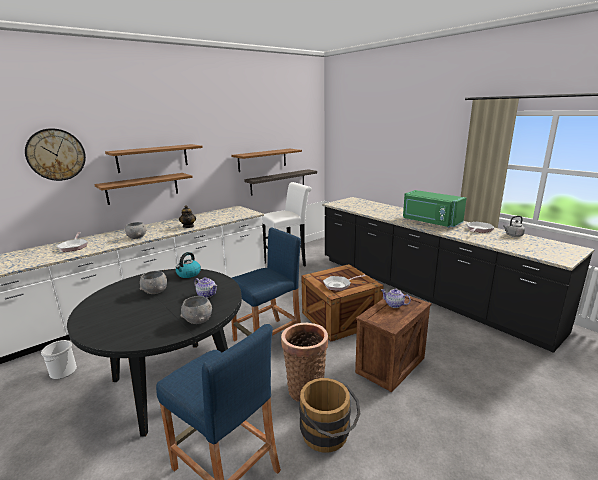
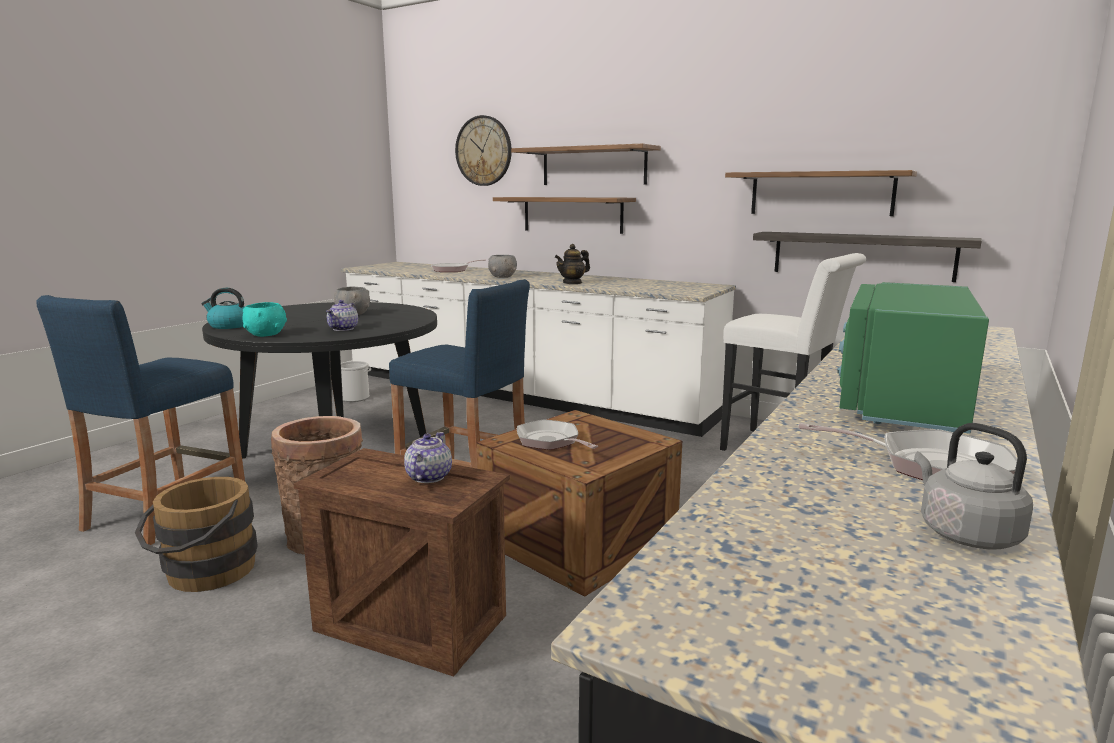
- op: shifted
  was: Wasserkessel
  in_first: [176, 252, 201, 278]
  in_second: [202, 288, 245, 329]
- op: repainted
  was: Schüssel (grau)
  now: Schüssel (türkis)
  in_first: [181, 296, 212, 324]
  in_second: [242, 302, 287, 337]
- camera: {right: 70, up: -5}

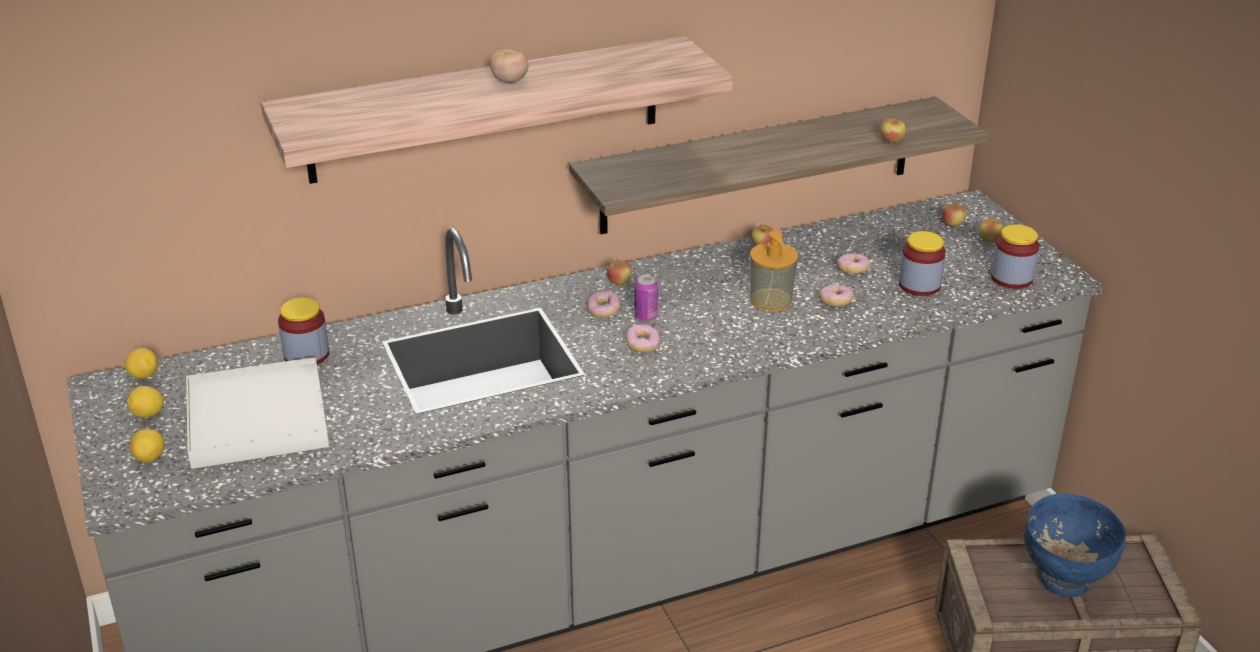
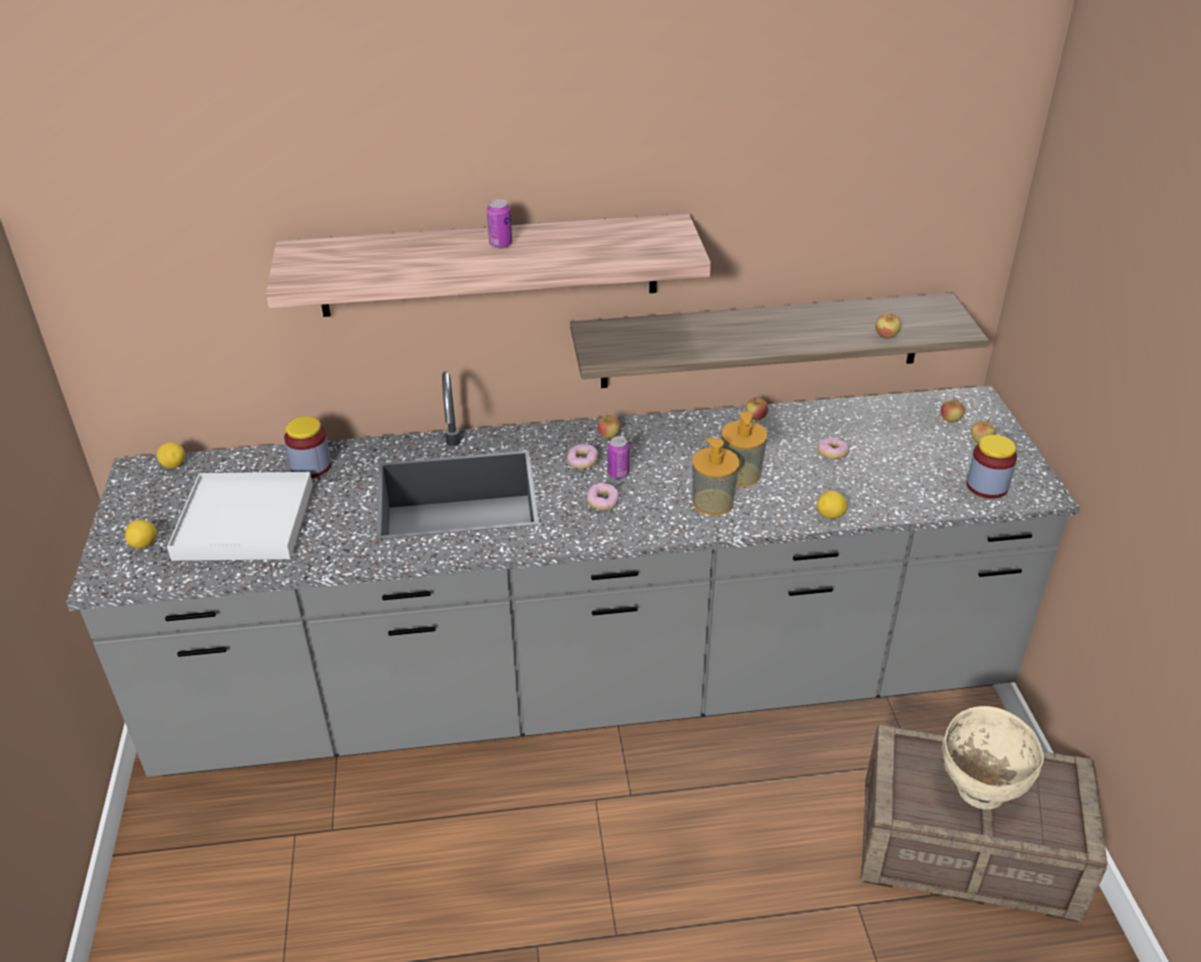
- op: gone
  was: Donut
  in_first: [819, 285, 853, 306]
- op: gone
  was: Vorratsglas
  in_first: [899, 231, 946, 296]
- op: new
  now: Seifenspender
  in_second: [692, 438, 739, 516]
- op: shifted
  was: Zitrone
  in_first: [127, 386, 164, 417]
  in_second: [817, 490, 847, 518]
- op: swapped
  was: Tomate
  now: Dose
  in_first: [490, 49, 529, 83]
  in_second: [487, 199, 512, 248]
- op: repainted
  was: Schüssel (blau)
  now: Schüssel (beige)
  in_first: [1024, 493, 1127, 597]
  in_second: [942, 706, 1044, 809]
- camera: {right: 15, up: 5}

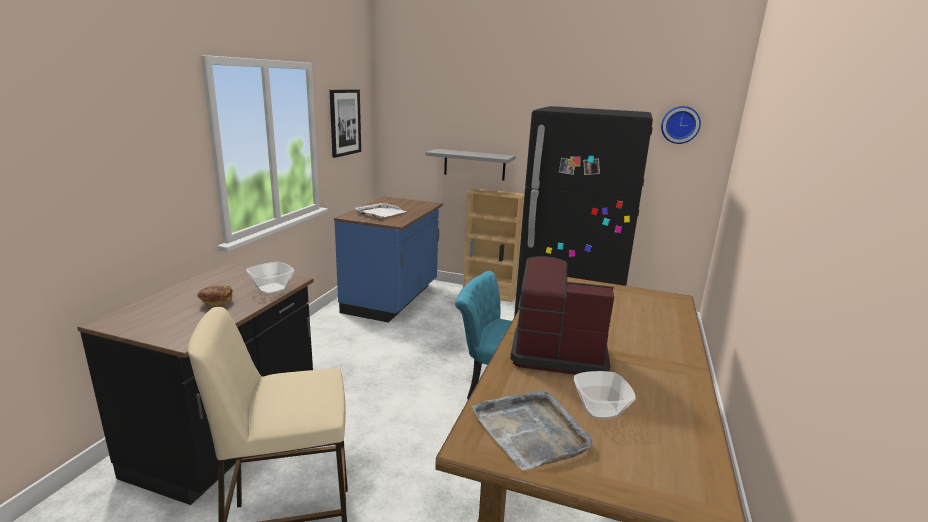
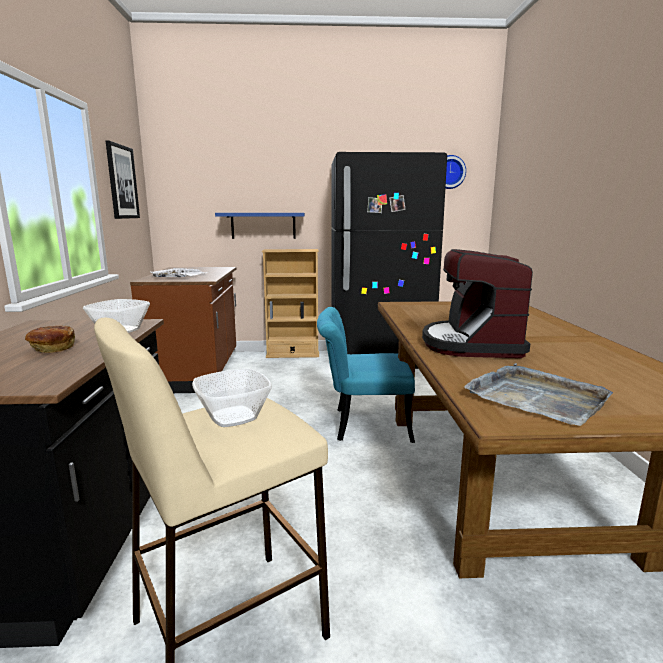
- op: shifted
  was: Schüssel
  in_first: [574, 371, 636, 419]
  in_second: [192, 369, 272, 427]
- op: repainted
  was: Küchenzeile (blau)
  now: Küchenzeile (braun)
  in_first: [334, 196, 443, 323]
  in_second: [130, 267, 237, 393]
- op: repainted
  was: Wandregal (grau)
  now: Wandregal (blau)
  in_first: [425, 149, 516, 181]
  in_second: [215, 213, 305, 239]
- op: rotated
  was: Kaffeemaschine
  in_first: [510, 256, 614, 375]
  in_second: [422, 249, 533, 358]
  clockwise: -75
- camera: {right: -20, up: -5}

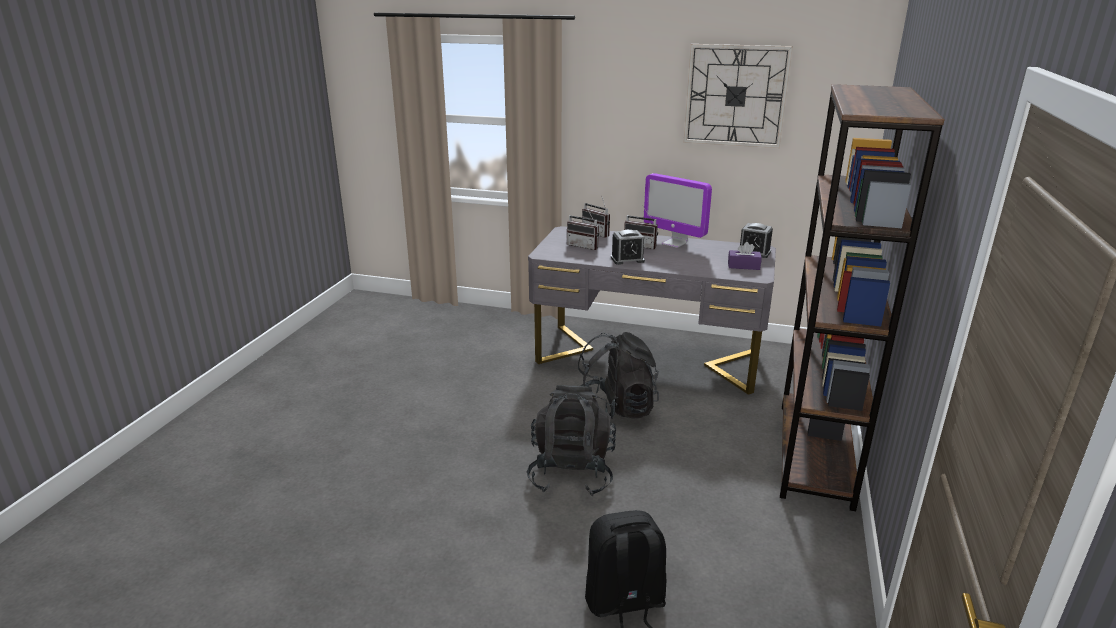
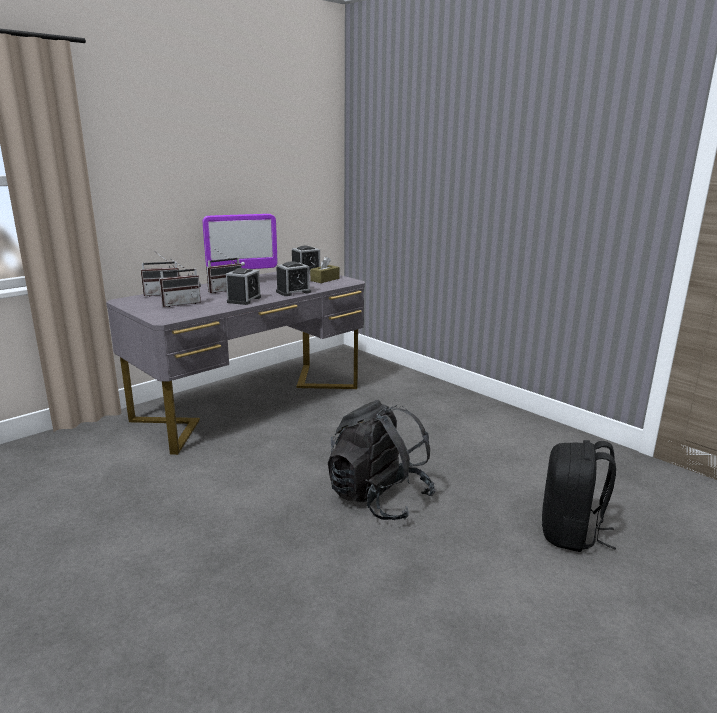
- op: gone
  was: Rucksack (schwarz)
  in_first: [578, 332, 659, 419]
- op: gone
  was: Wanduhr
  in_first: [683, 44, 793, 148]
- op: gone
  was: Bücherregal (braun)
  in_first: [780, 84, 945, 511]
- op: new
  now: Wecker
  in_second: [276, 261, 311, 296]
- op: repainted
  was: Taschentuchbox (lila)
  now: Taschentuchbox (braun)
  in_first: [728, 242, 762, 270]
  in_second: [310, 257, 339, 283]
- camera: {right: -60, up: -5}

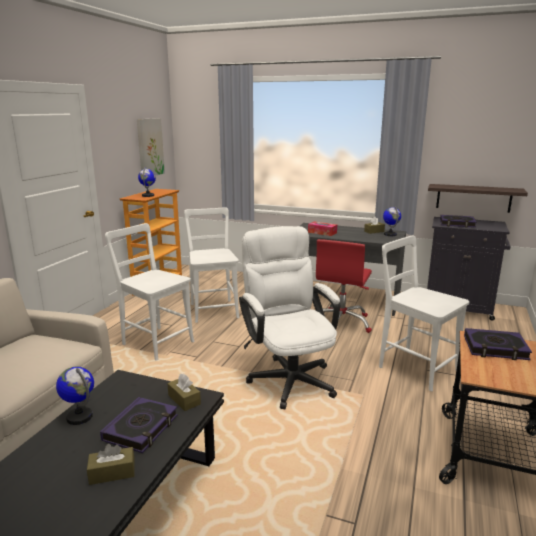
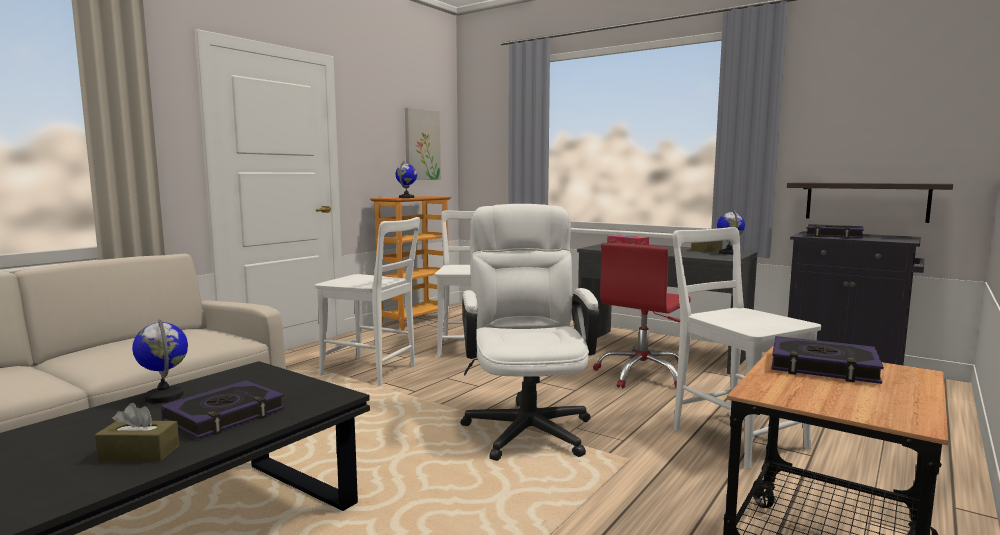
- op: gone
  was: Taschentuchbox (braun)
  in_first: [167, 374, 201, 411]
- op: rotated
  was: Stuhl (weiß)
  in_first: [105, 223, 194, 361]
  in_second: [315, 217, 420, 386]
  clockwise: 150
- camera: {right: 15, up: -10}

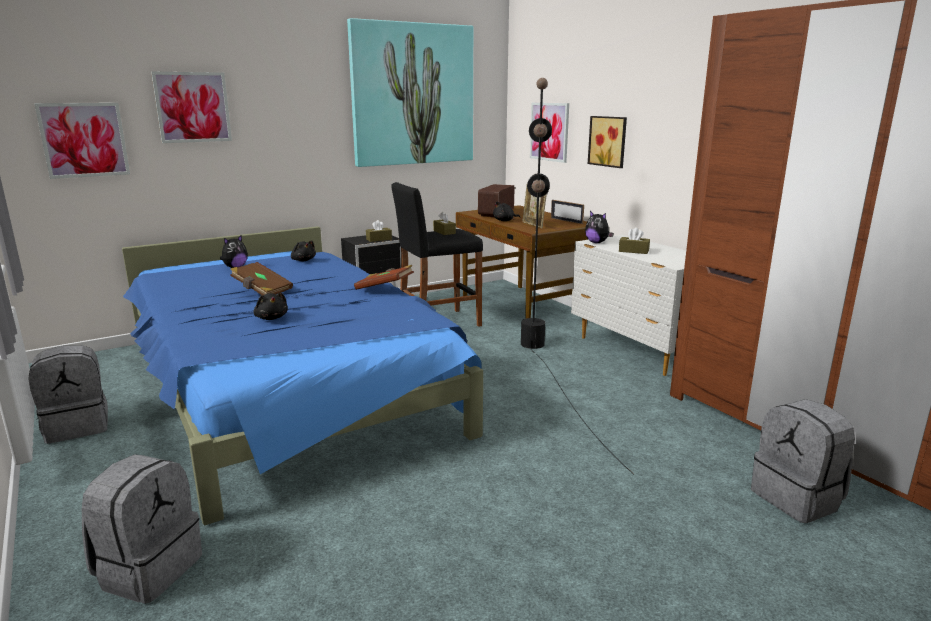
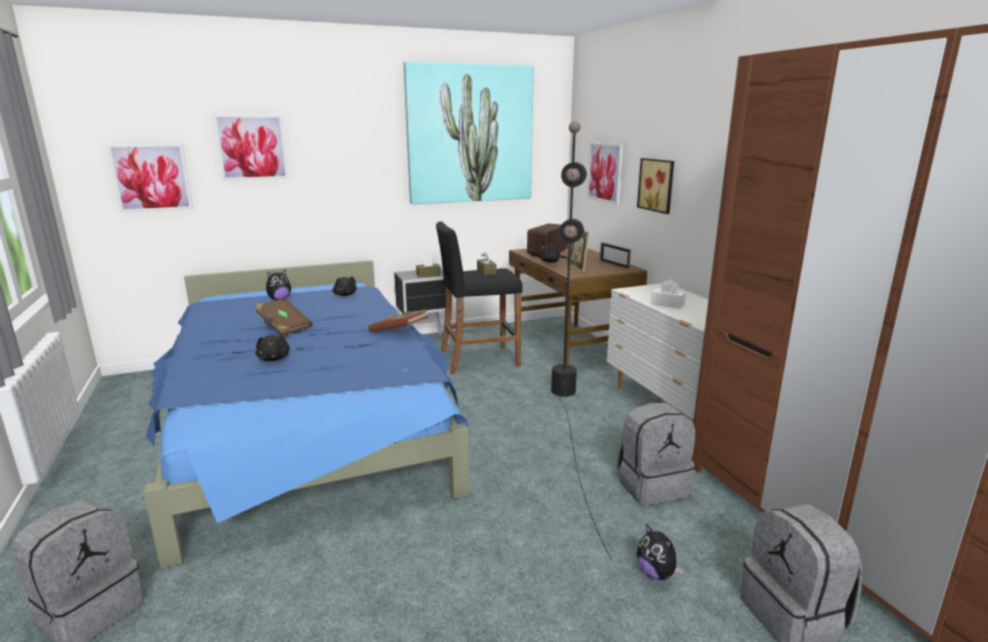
- op: shifted
  was: Rucksack (grau)
  in_first: [28, 345, 108, 444]
  in_second: [617, 403, 695, 506]
- op: shifted
  was: Plüschtier
  in_first: [585, 211, 613, 243]
  in_second: [637, 523, 684, 580]
- op: repainted
  was: Taschentuchbox (braun)
  now: Taschentuchbox (weiß)
  in_first: [619, 228, 650, 254]
  in_second: [651, 279, 686, 308]
- camera: {right: 10, up: 0}

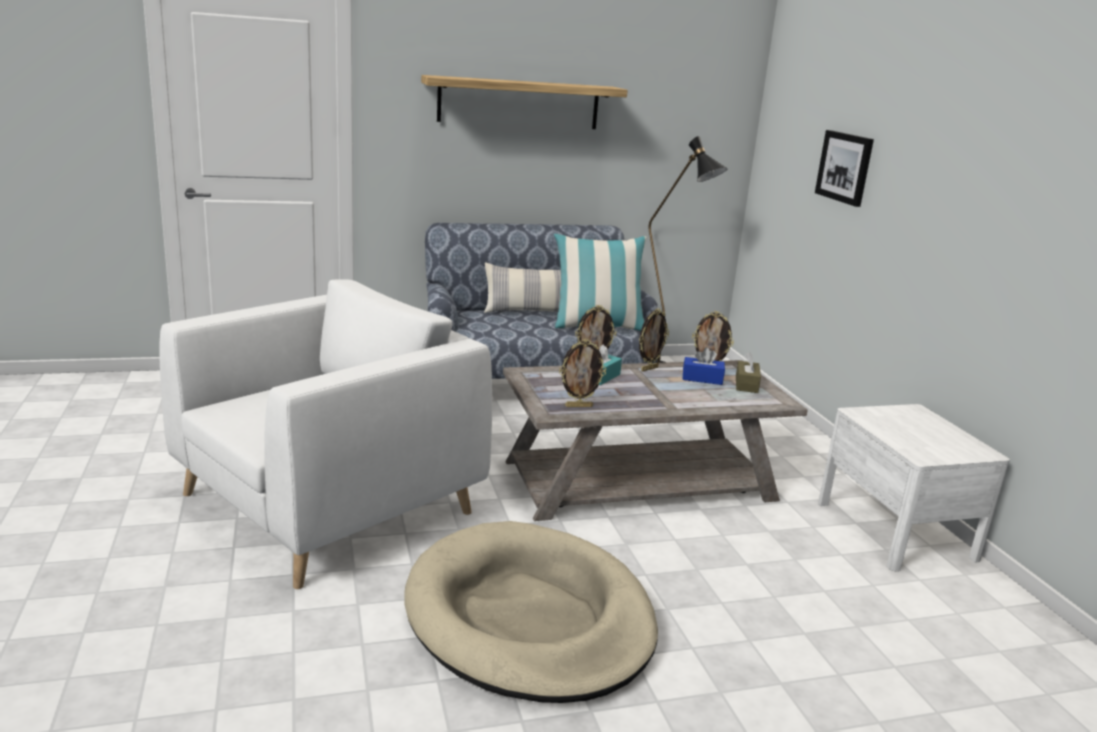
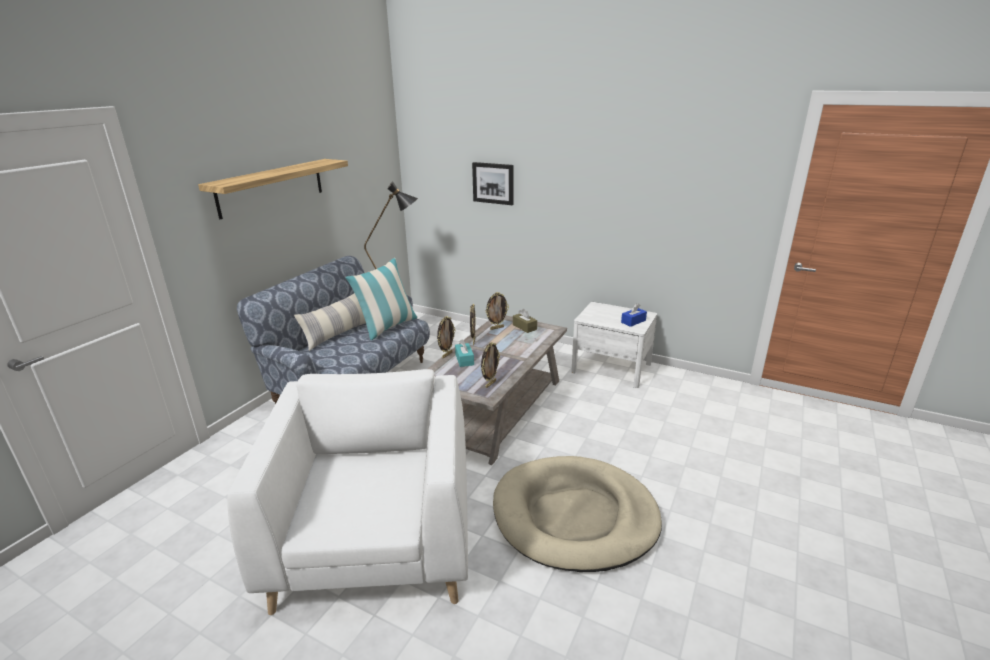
- op: shifted
  was: Taschentuchbox (blau)
  in_first: [682, 347, 725, 385]
  in_second: [621, 303, 647, 327]
- camera: {right: -45, up: 5}

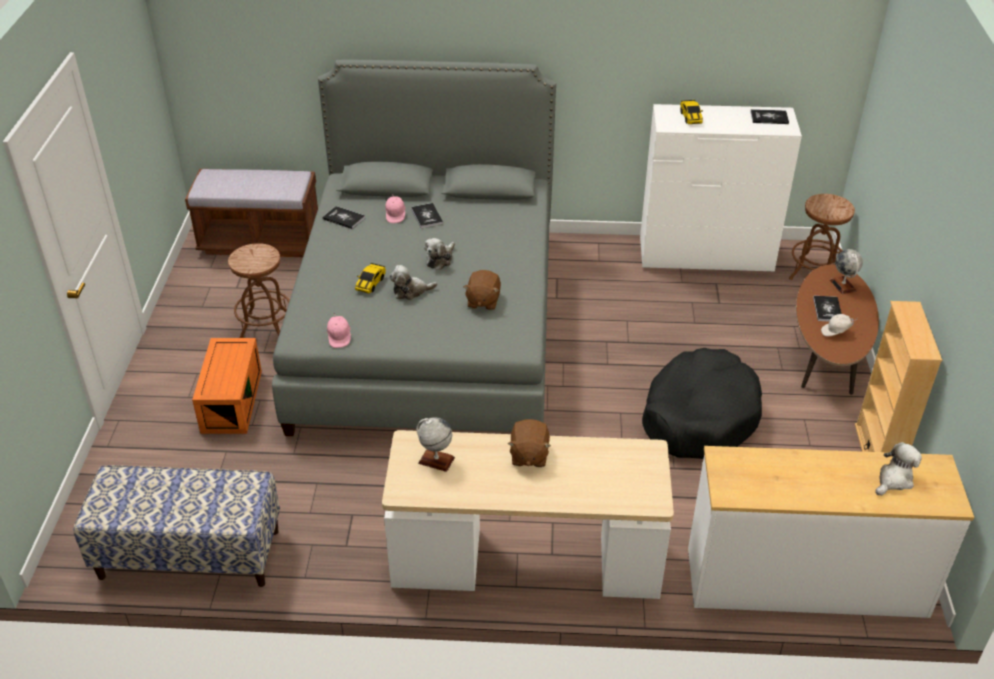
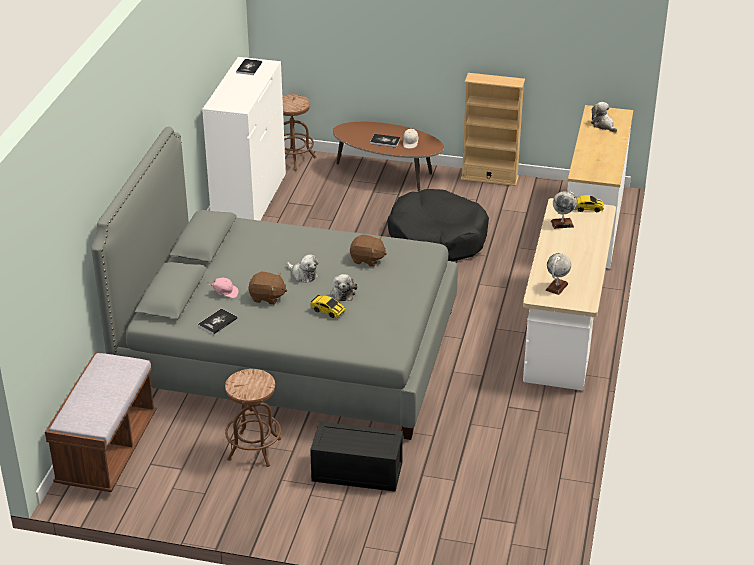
- op: gone
  was: Bank
  in_first: [73, 465, 280, 587]
- op: gone
  was: Kappe (rosa)
  in_first: [327, 312, 351, 348]
- op: gone
  was: Buch
  in_first: [411, 203, 443, 228]
- op: shifted
  was: Plüschtier (braun)
  in_first: [508, 419, 551, 467]
  in_second: [248, 272, 287, 305]
- op: shifted
  was: Spielzeugauto
  in_first: [680, 100, 703, 124]
  in_second: [574, 195, 604, 212]
- op: shifted
  was: Globus
  in_first: [830, 249, 863, 294]
  in_second: [551, 191, 578, 229]
- op: repainted
  was: Aufbewahrungsbox (orange)
  now: Aufbewahrungsbox (schwarz)
  in_first: [192, 338, 262, 434]
  in_second: [310, 422, 403, 492]
- camera: {right: -80, up: -5}

